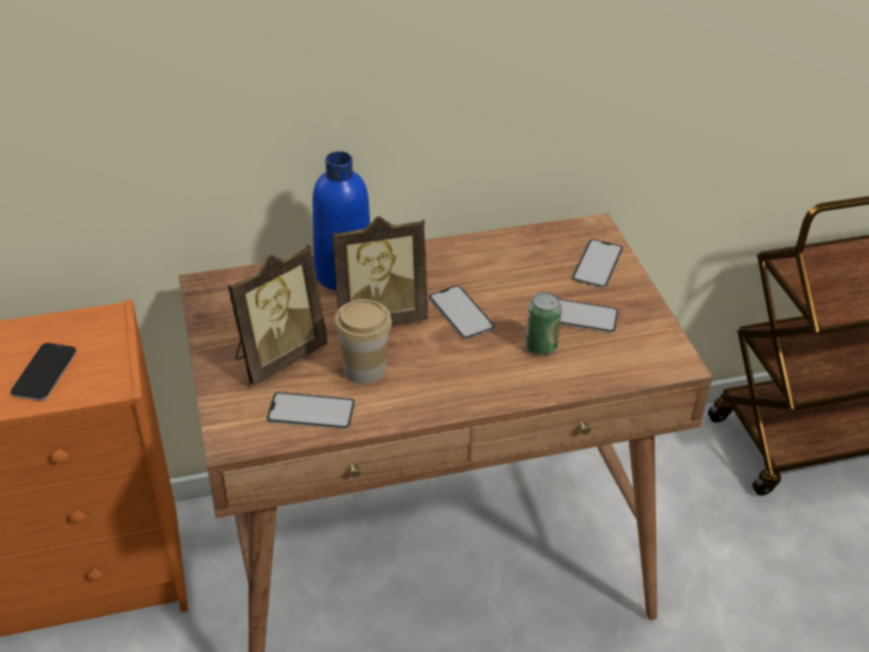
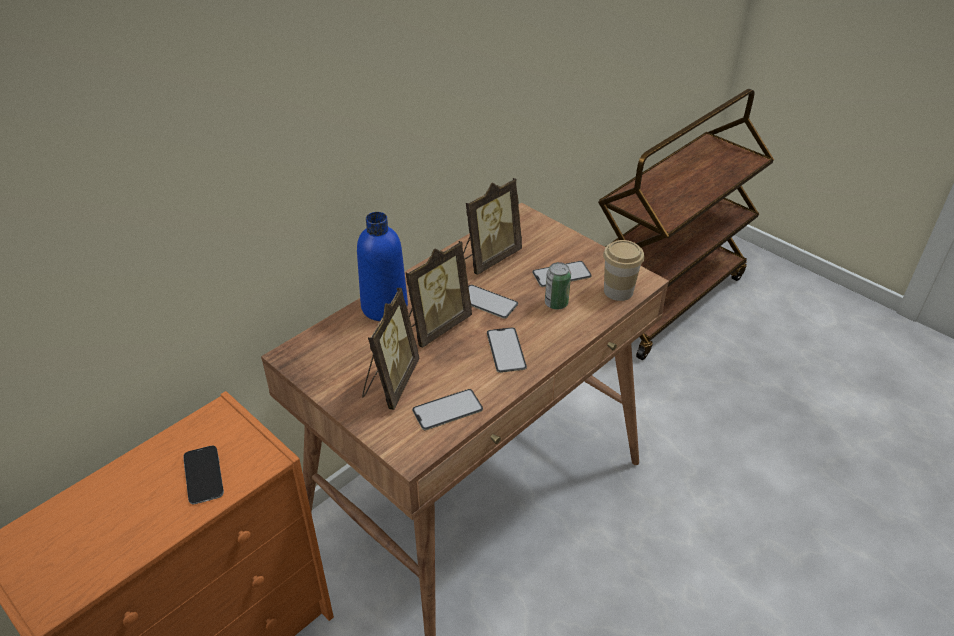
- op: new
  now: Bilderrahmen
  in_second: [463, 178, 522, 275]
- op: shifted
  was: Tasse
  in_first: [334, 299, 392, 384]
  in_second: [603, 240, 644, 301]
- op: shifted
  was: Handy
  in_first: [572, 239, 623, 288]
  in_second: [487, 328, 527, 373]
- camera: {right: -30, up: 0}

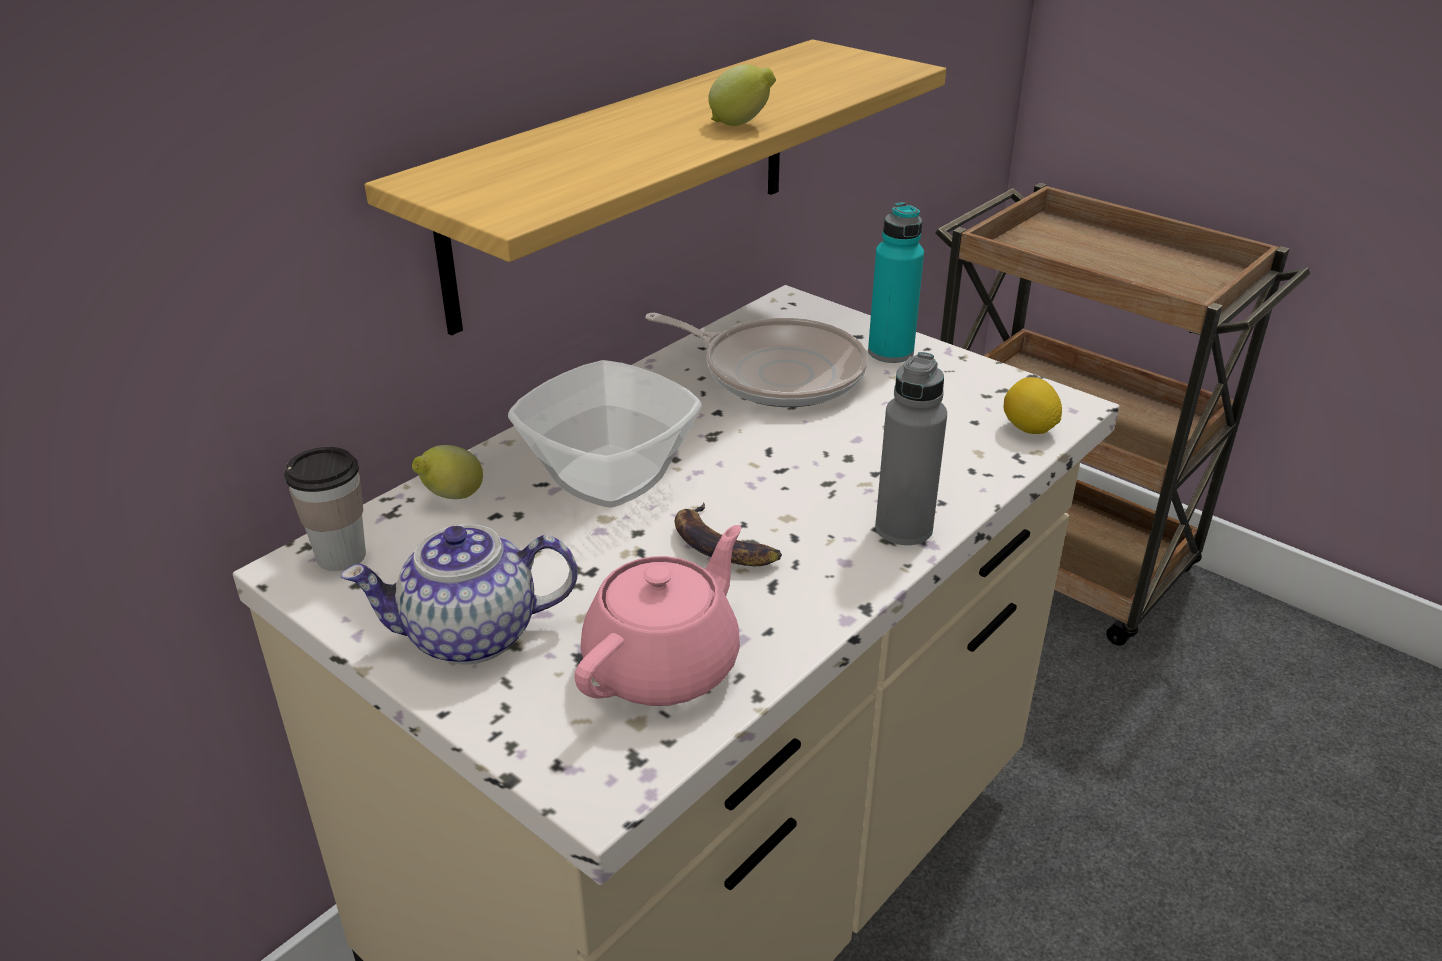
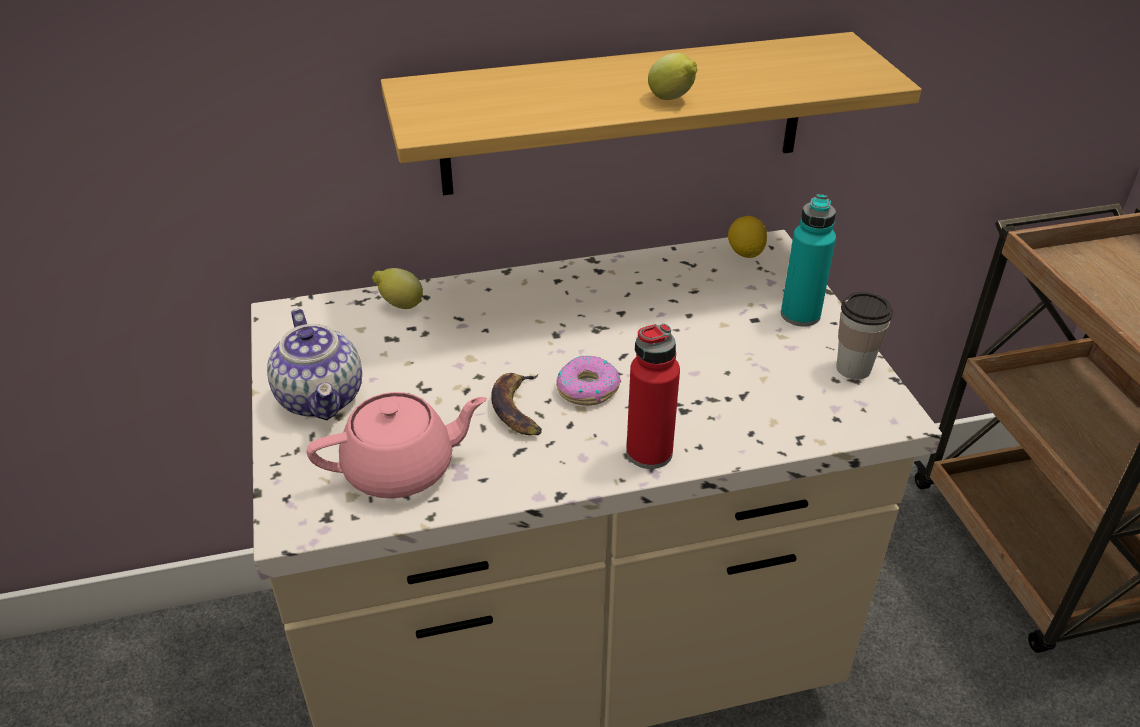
- op: gone
  was: Schüssel
  in_first: [508, 360, 702, 508]
- op: gone
  was: Pfanne
  in_first: [645, 313, 868, 407]
- op: new
  now: Donut
  in_second: [556, 355, 621, 406]
- op: shifted
  was: Tasse
  in_first: [284, 447, 366, 571]
  in_second: [836, 292, 893, 380]
- op: shifted
  was: Zitrone
  in_first: [1004, 377, 1062, 434]
  in_second: [728, 216, 767, 258]
- op: repainted
  was: Flasche (grau)
  now: Flasche (rot)
  in_first: [875, 352, 947, 545]
  in_second: [626, 324, 680, 469]
- op: rotated
  was: Teekanne
  in_first: [341, 524, 578, 664]
  in_second: [267, 309, 362, 420]
  clockwise: -135
- camera: {right: 35, up: 5}

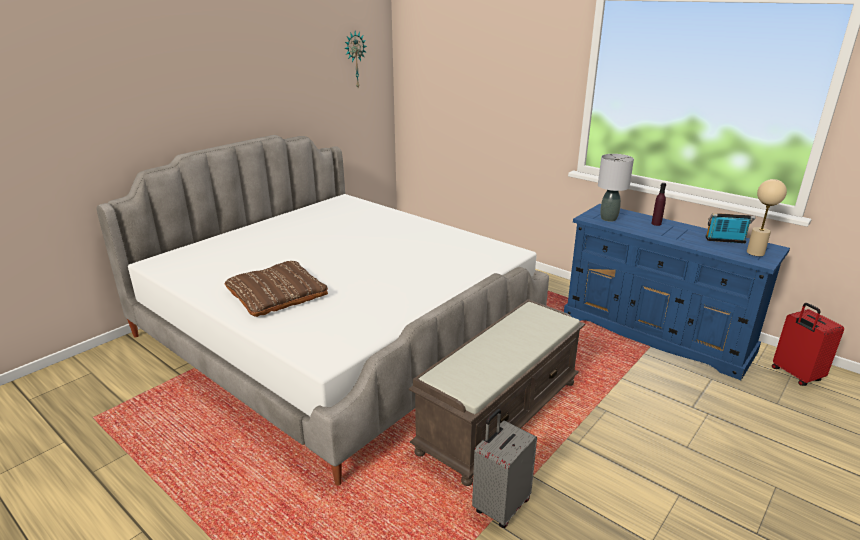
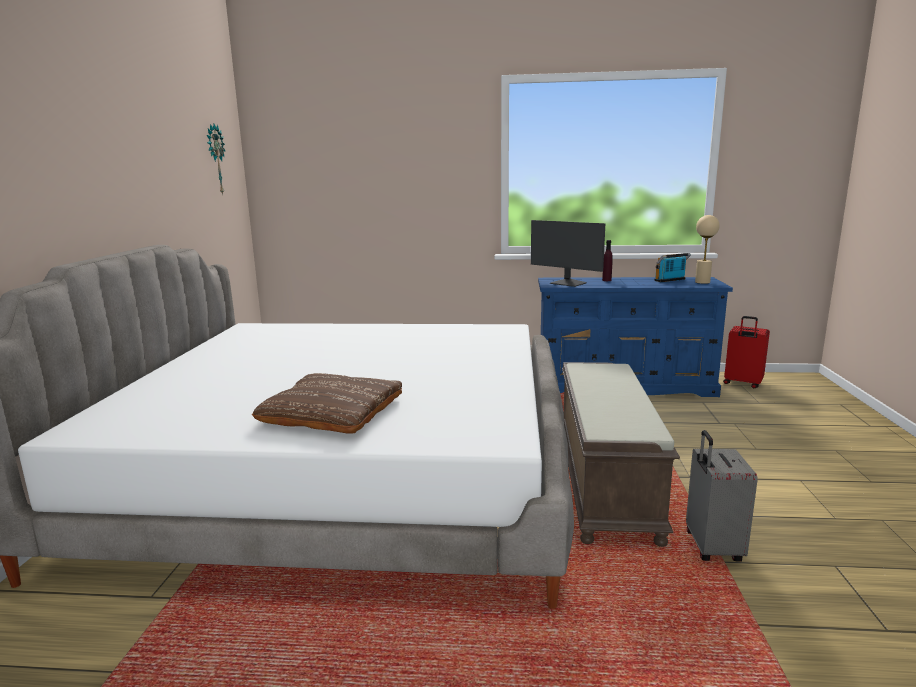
- op: swapped
  was: Tischlampe (grau)
  now: Monitor
  in_first: [598, 154, 634, 222]
  in_second: [531, 220, 605, 287]
- camera: {right: -35, up: -10}

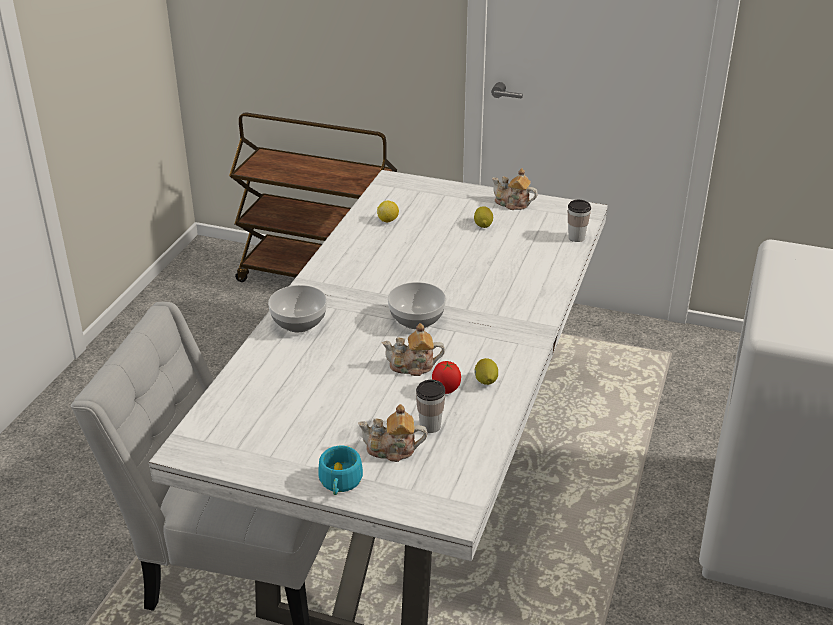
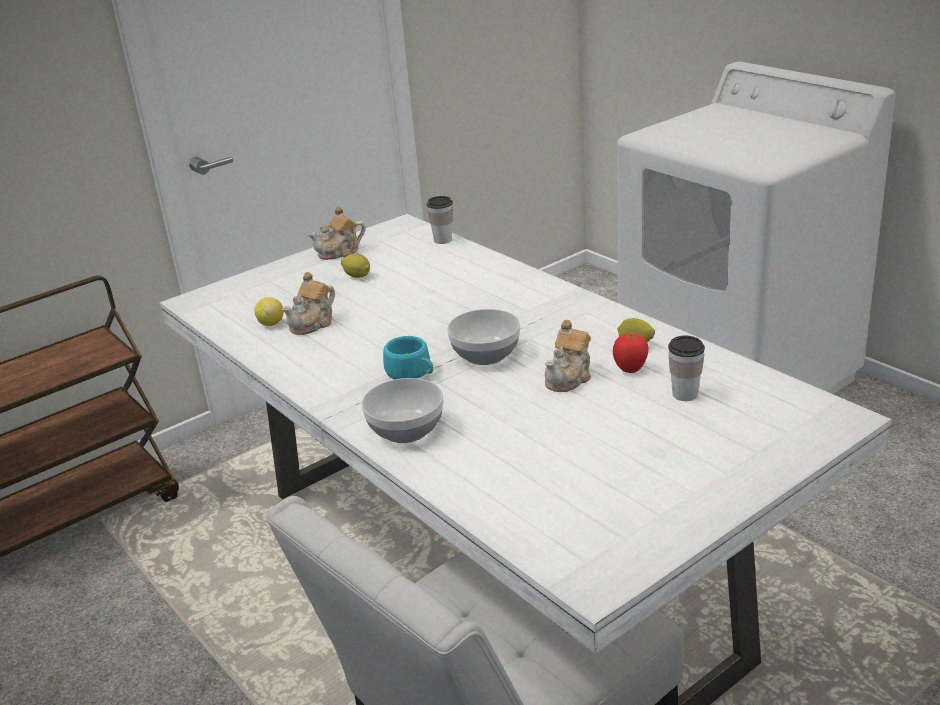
- op: shifted
  was: Tasse (türkis)
  in_first: [318, 446, 363, 495]
  in_second: [383, 336, 434, 379]
- op: shifted
  was: Teekanne
  in_first: [358, 404, 427, 462]
  in_second: [282, 272, 335, 335]
- camera: {right: -55, up: -5}

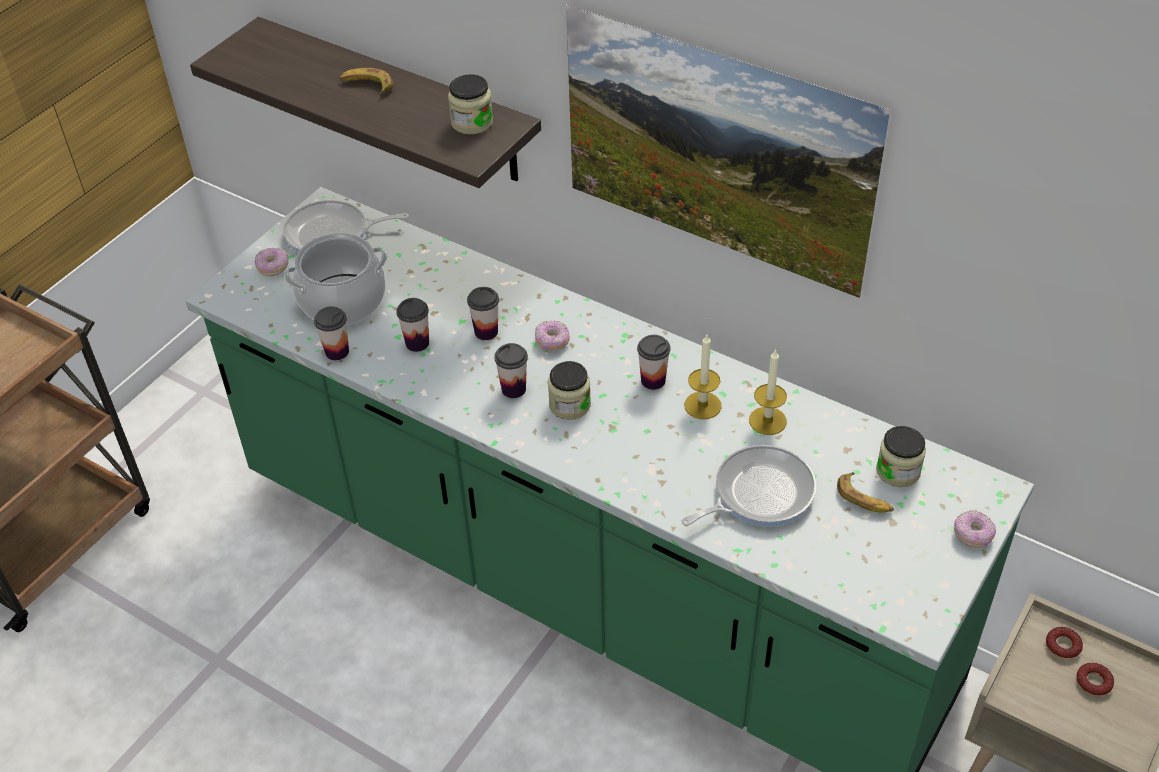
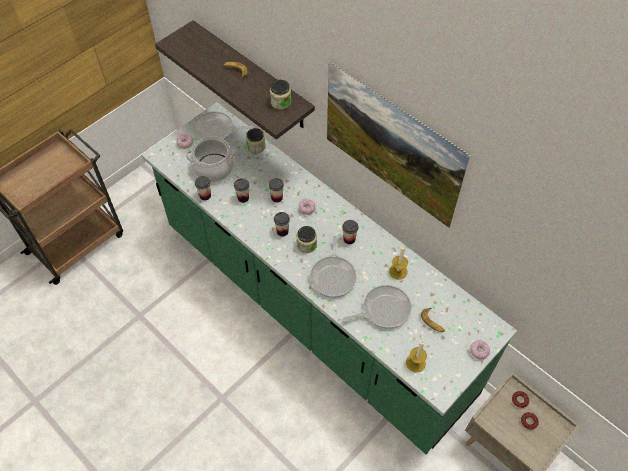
- op: new
  now: Pfanne
  in_second: [310, 236, 357, 298]
- op: shifted
  was: Kerze
  in_first: [684, 335, 722, 419]
  in_second: [406, 340, 427, 373]
- op: shifted
  was: Vorratsglas
  in_first: [876, 426, 926, 487]
  in_second: [246, 128, 266, 154]
- camera: {right: 10, up: 10}

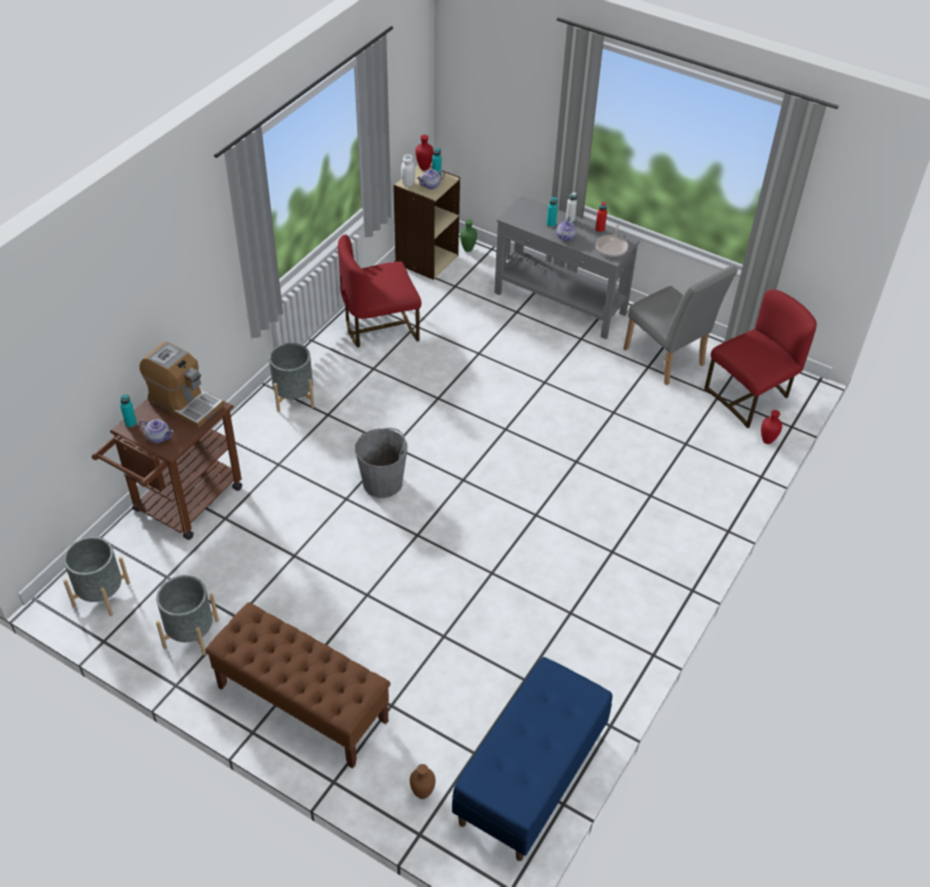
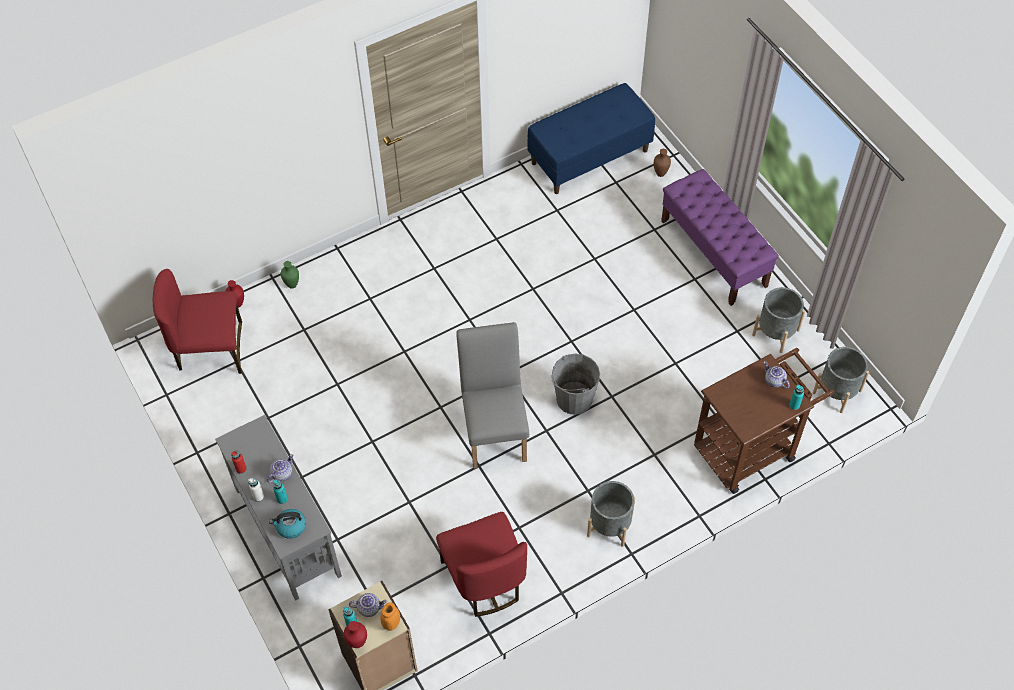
- op: gone
  was: Kaffeemaschine
  in_first: [140, 342, 224, 428]
- op: gone
  was: Pfanne
  in_first: [596, 225, 628, 257]
- op: new
  now: Wasserkessel
  in_second: [269, 509, 306, 539]
- op: shifted
  was: Vase (grün)
  in_first: [460, 219, 477, 252]
  in_second: [281, 261, 299, 289]
- op: shifted
  was: Stuhl (grau)
  in_first: [623, 265, 738, 385]
  in_second: [456, 322, 529, 469]
- op: repainted
  was: Bank (braun)
  now: Bank (lila)
  in_first: [205, 602, 391, 769]
  in_second: [661, 169, 779, 306]
- op: repainted
  was: Vorratsglas (weiß)
  now: Vorratsglas (orange)
  in_first: [401, 154, 415, 187]
  in_second: [381, 603, 400, 631]
- op: rotated
  was: Stuhl (rot)
  in_first: [338, 235, 421, 347]
  in_second: [436, 512, 527, 617]
  clockwise: 60
- camera: {right: -150, up: 10}

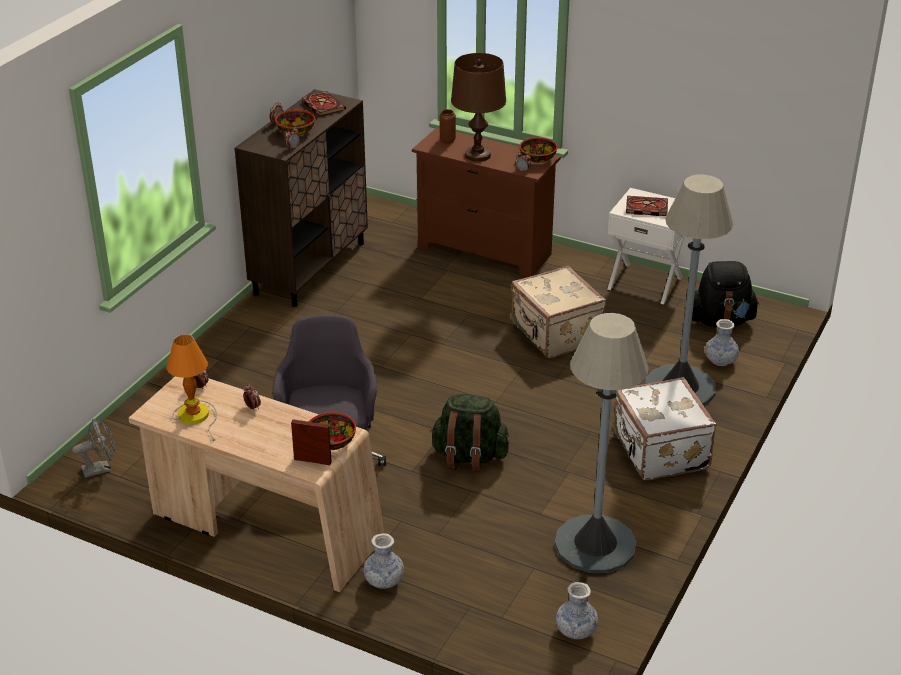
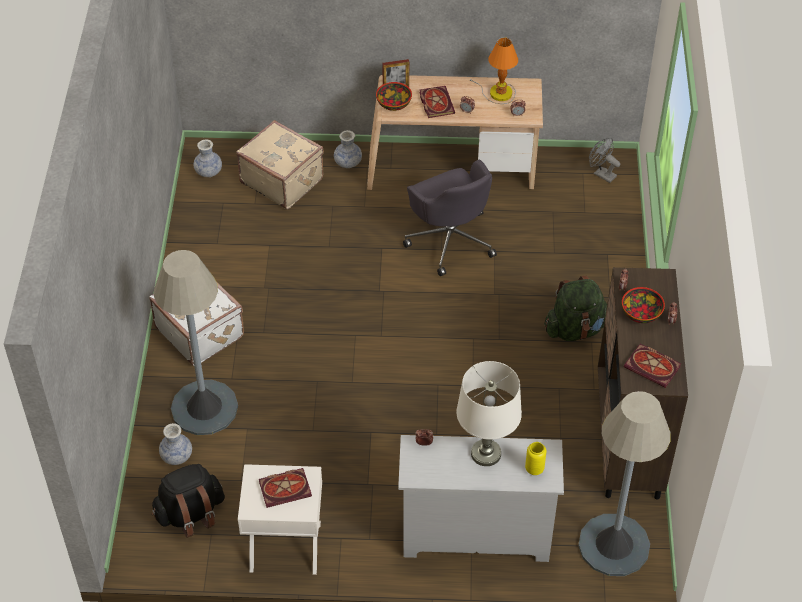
- op: gone
  was: Schüssel
  in_first: [519, 138, 557, 163]
- op: new
  now: Buch
  in_second: [419, 86, 455, 118]
- op: shifted
  was: Rucksack (grün)
  in_first: [430, 394, 509, 472]
  in_second: [544, 276, 607, 341]
- op: shifted
  was: Koffer (beige)
  in_first: [511, 266, 606, 358]
  in_second: [236, 120, 324, 209]
- op: shifted
  was: Stehlampe (grau)
  in_first: [555, 313, 649, 573]
  in_second: [578, 391, 671, 576]
- op: repainted
  was: Kommode (braun)
  now: Kommode (weiß)
  in_first: [412, 127, 561, 277]
  in_second: [398, 435, 564, 562]
- op: repainted
  was: Vase (braun)
  now: Vase (gelb)
  in_first: [440, 109, 456, 144]
  in_second: [525, 442, 547, 475]
- op: repainted
  was: Tischlampe (braun)
  now: Tischlampe (weiß)
  in_first: [451, 53, 506, 162]
  in_second: [456, 361, 522, 466]
- op: rotated
  was: Ventilator (grau)
  in_first: [72, 419, 115, 478]
  in_second: [589, 138, 620, 183]
  clockwise: 90
- camera: {right: 155, up: 15}

